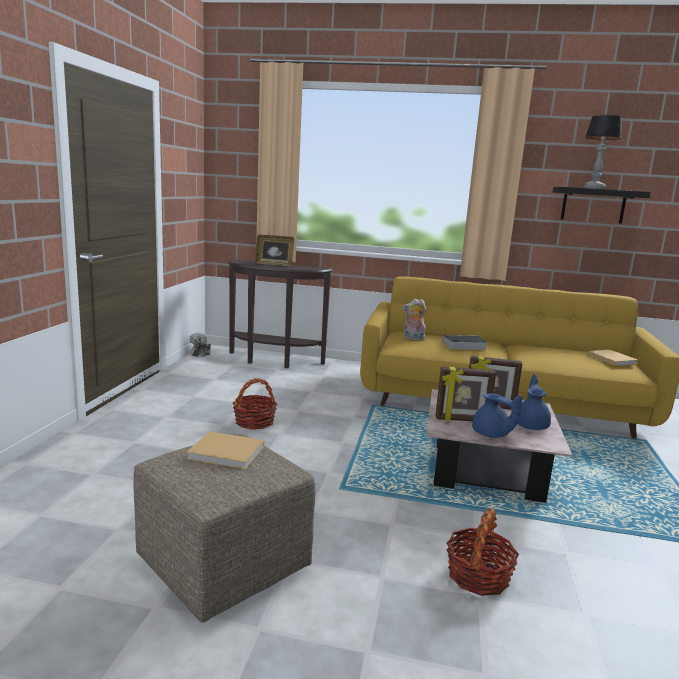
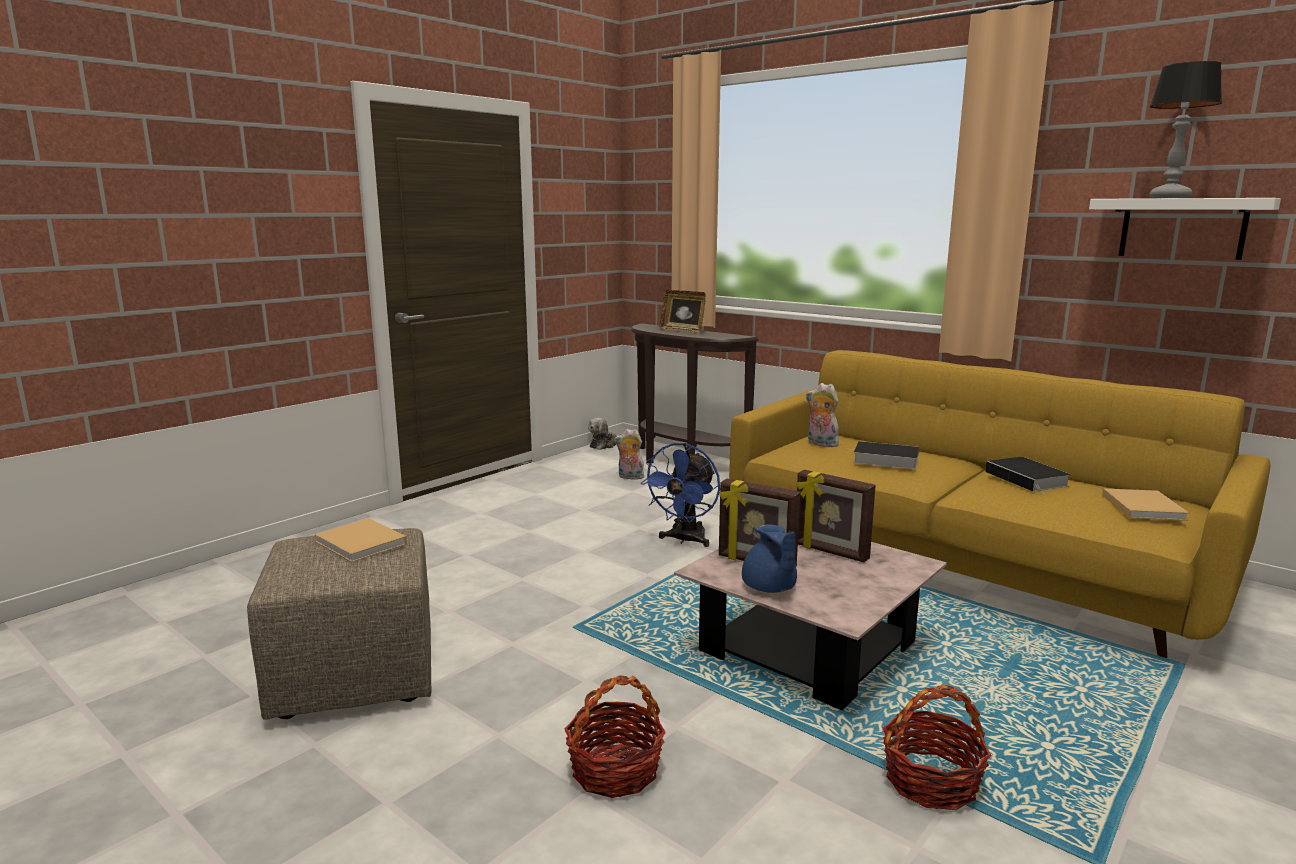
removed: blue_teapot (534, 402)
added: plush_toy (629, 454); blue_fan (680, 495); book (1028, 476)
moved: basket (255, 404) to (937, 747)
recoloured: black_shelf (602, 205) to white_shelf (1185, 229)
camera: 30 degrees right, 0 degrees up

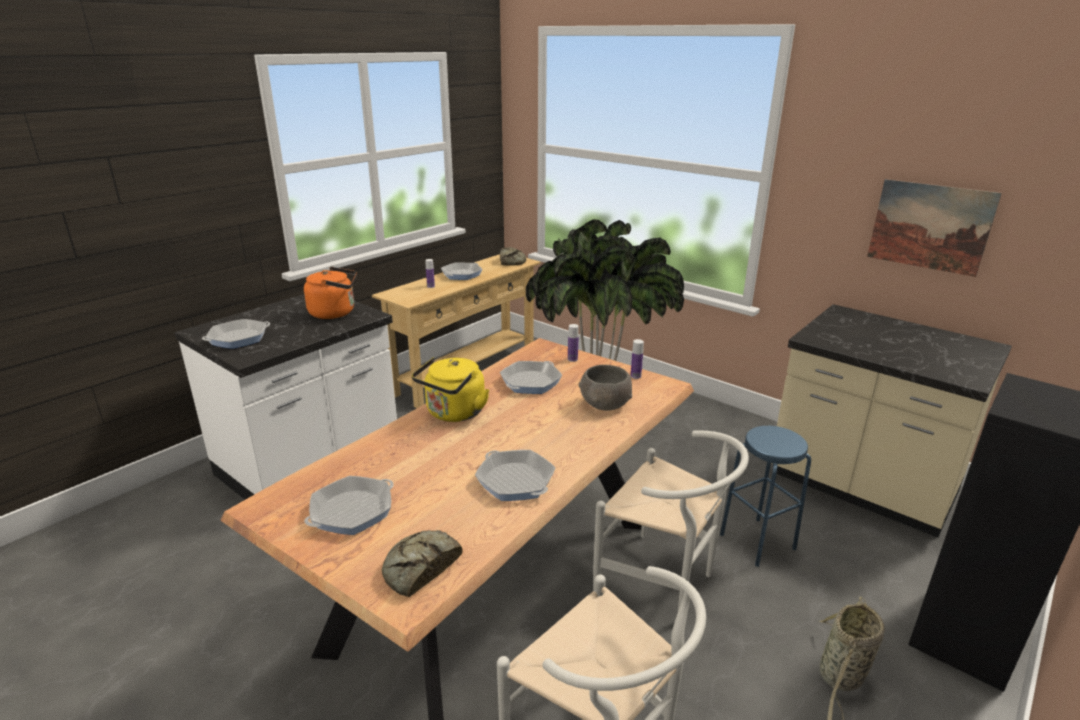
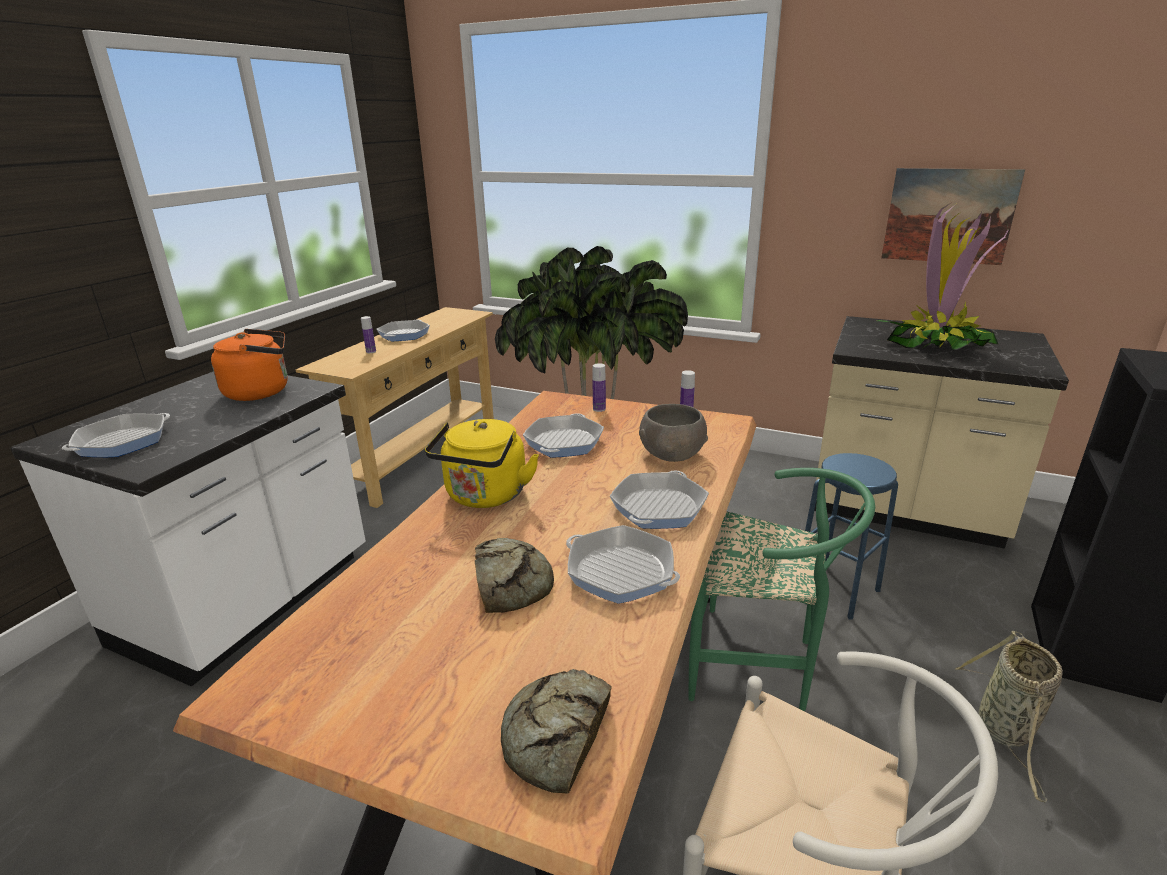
added: potted_plant (943, 276)
moved: frying_pan (348, 505) to (659, 500); bread (513, 256) to (514, 575)
recoloured: white_chair (671, 520) to green_chair (781, 589)
camera: 15 degrees left, 0 degrees up

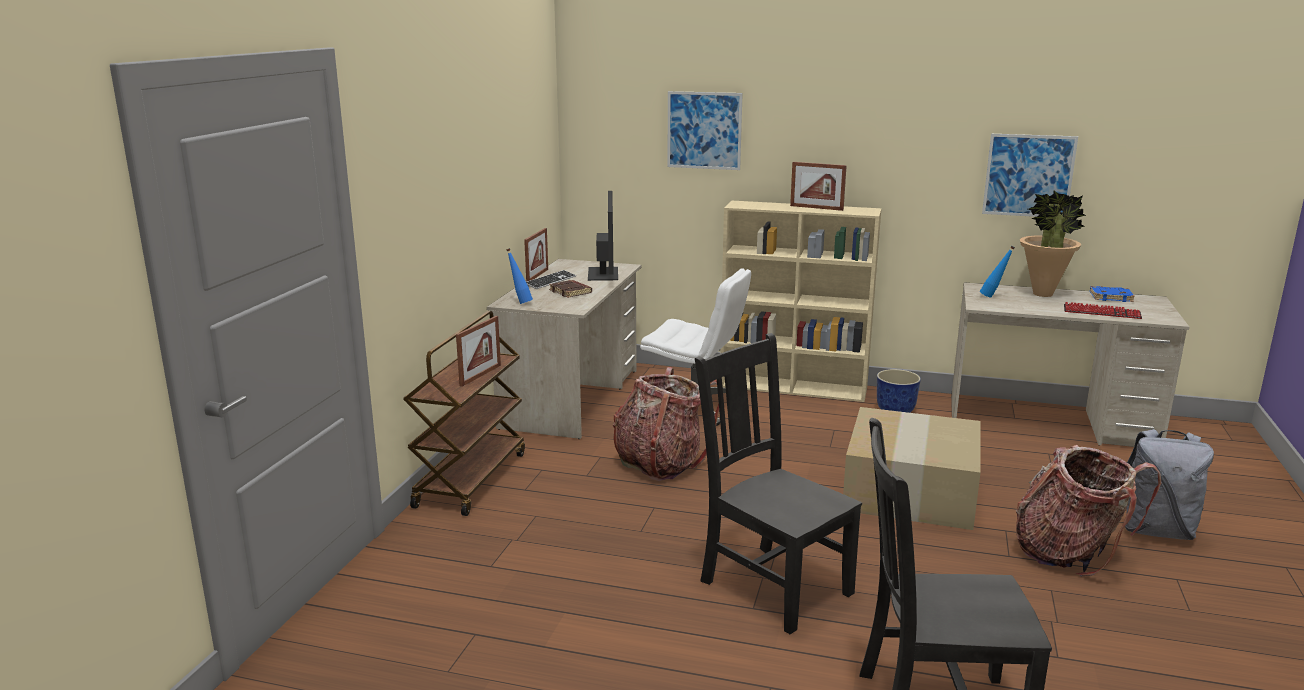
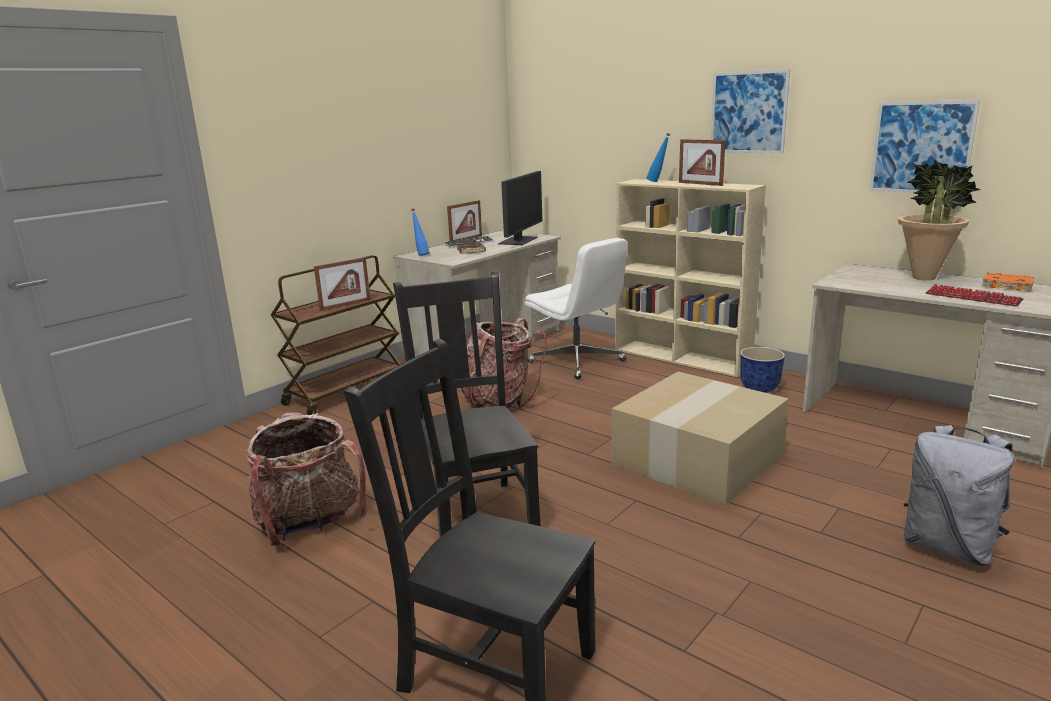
moved: picture (705, 130) to (750, 111); blue_bottle (997, 272) to (658, 157); backpack (1088, 510) to (307, 479)
recoloured: blue_book (1112, 294) to orange_book (1008, 282)
camera: 25 degrees right, 0 degrees up

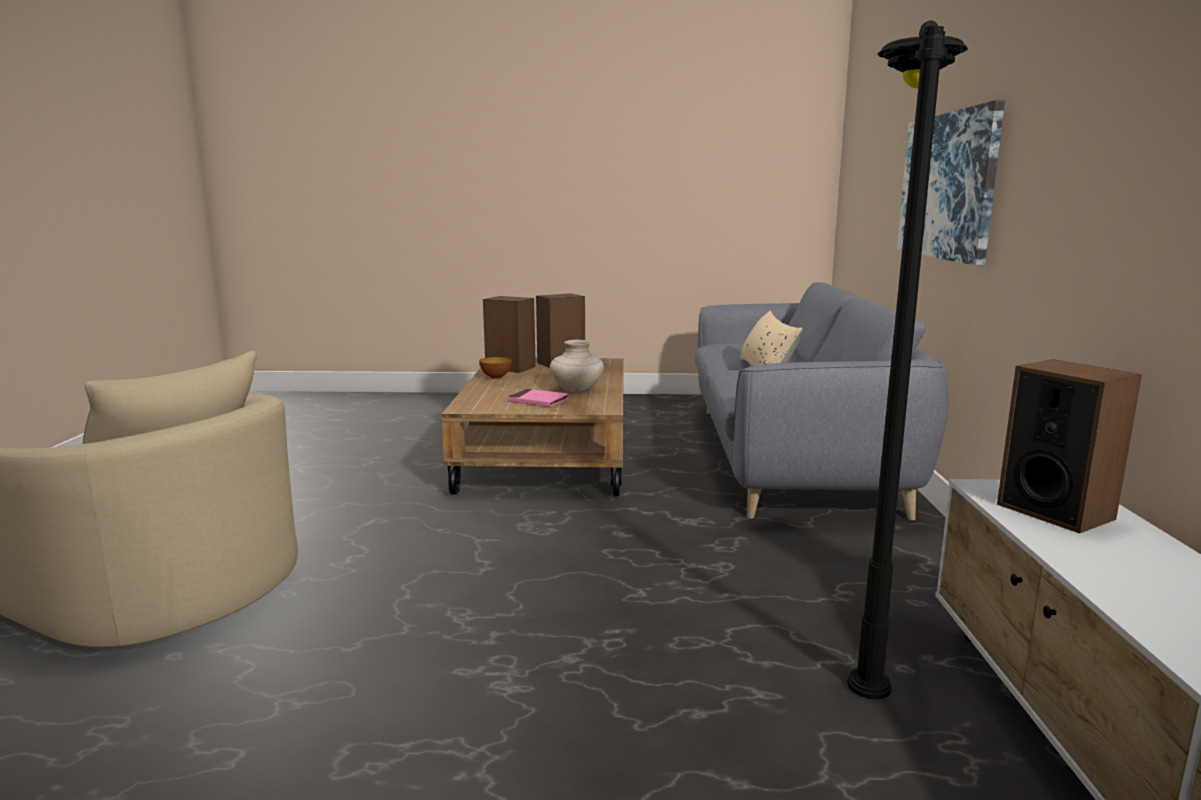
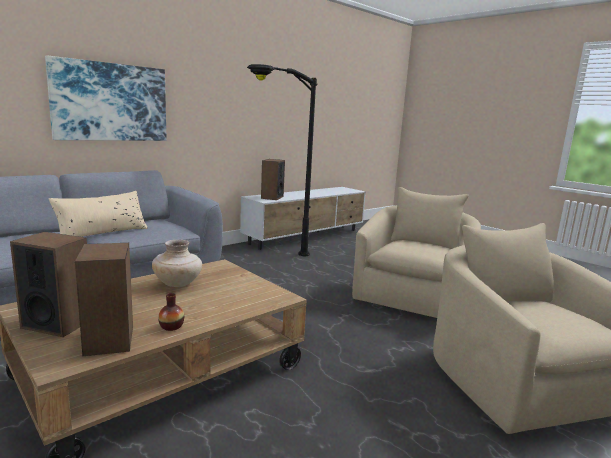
removed: pink_book (538, 398)
added: beige_armchair (416, 252)
replaced: bowl (495, 368) to vase (171, 312)
camera: 135 degrees left, 0 degrees up

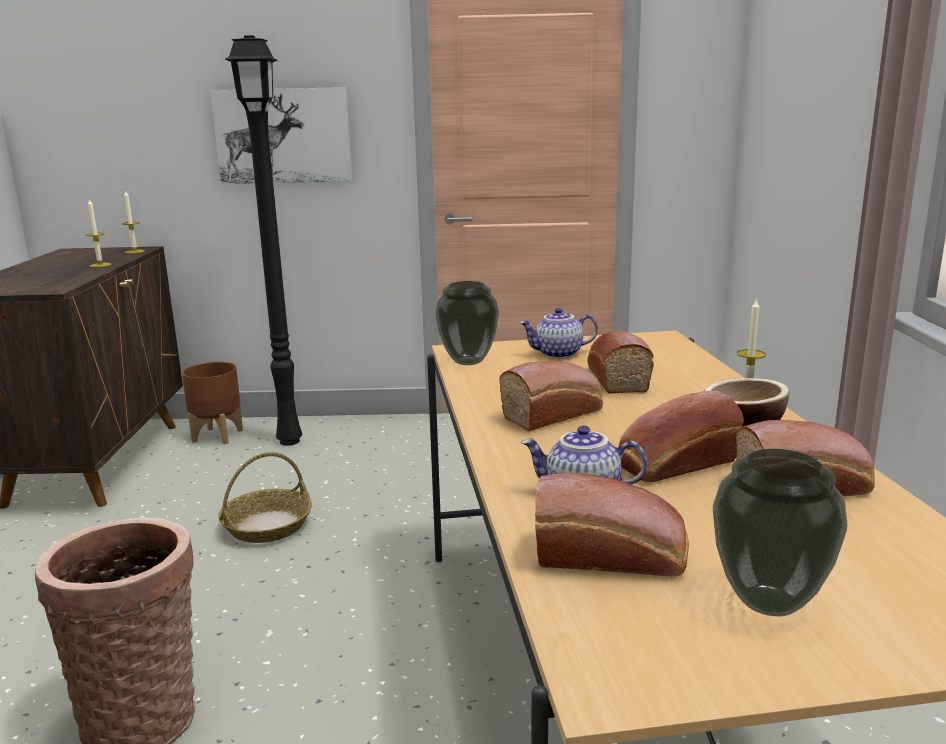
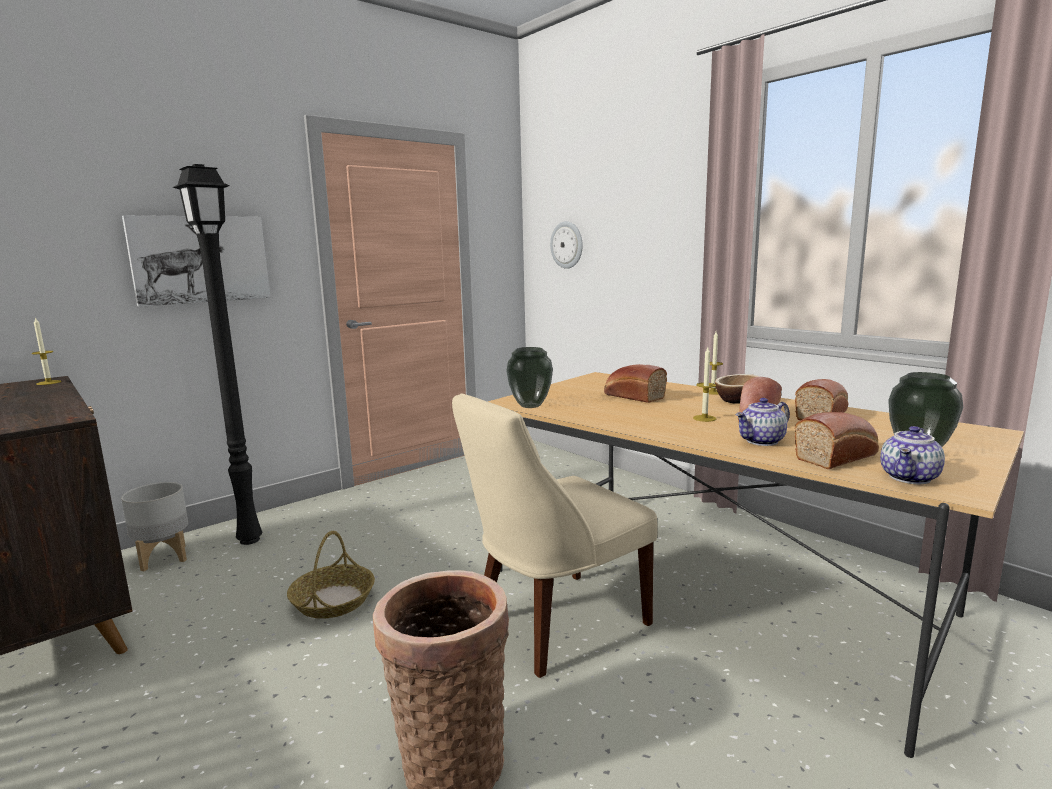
removed: bread (551, 396)
added: beige_chair (555, 535); wall_clock (566, 245)
moved: candle (98, 232) to (704, 384); teapot (559, 333) to (912, 455)
recoloured: brown_planter (212, 403) to grey_planter (154, 526)
camera: 40 degrees left, 5 degrees down

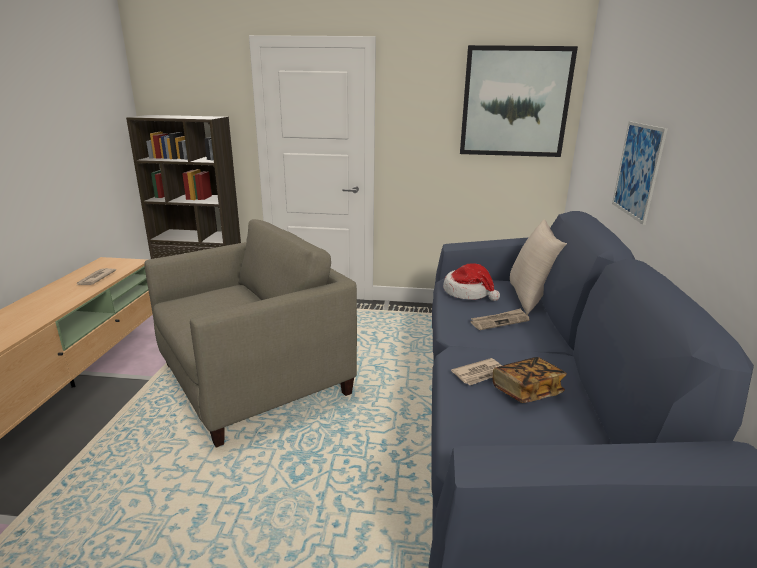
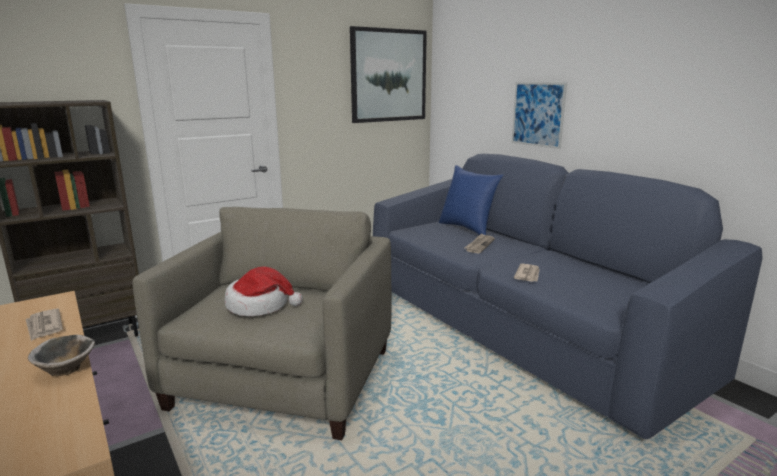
removed: book (530, 380)
added: bowl (61, 355)
moved: hat (471, 282) to (264, 291)
recoloured: beige_pillow (538, 267) to blue_pillow (471, 200)
camera: 40 degrees left, 5 degrees down

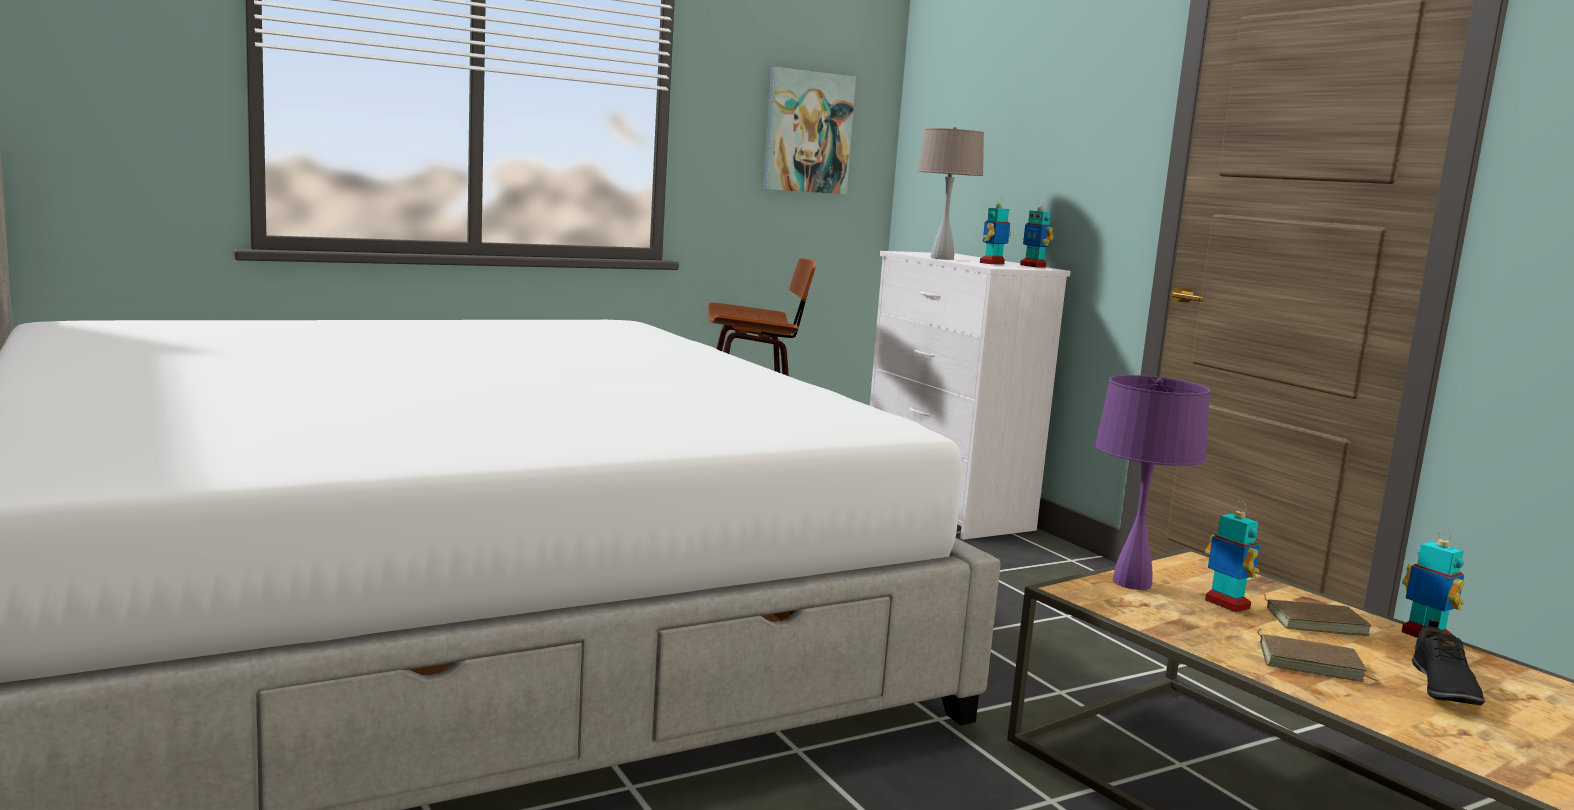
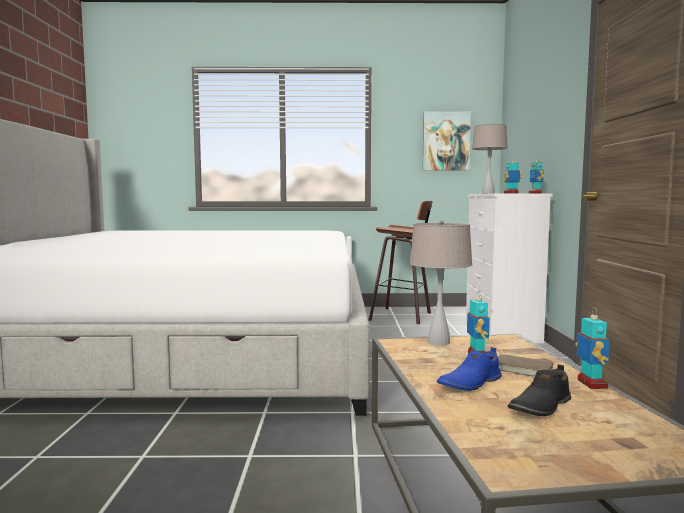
replaced: brown_book (1312, 655) to blue_shoe (469, 369)
recoloured: purple_table_lamp (1152, 482) to beige_table_lamp (440, 283)
camera: 30 degrees right, 5 degrees down

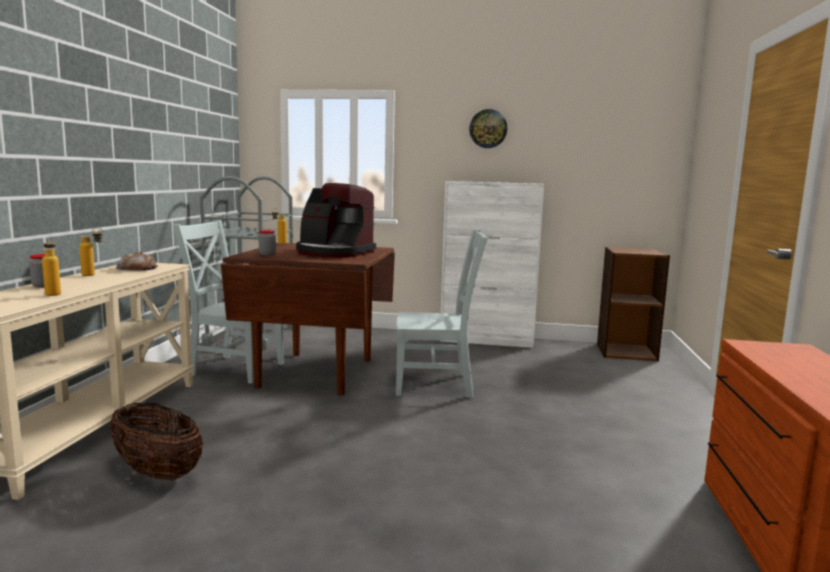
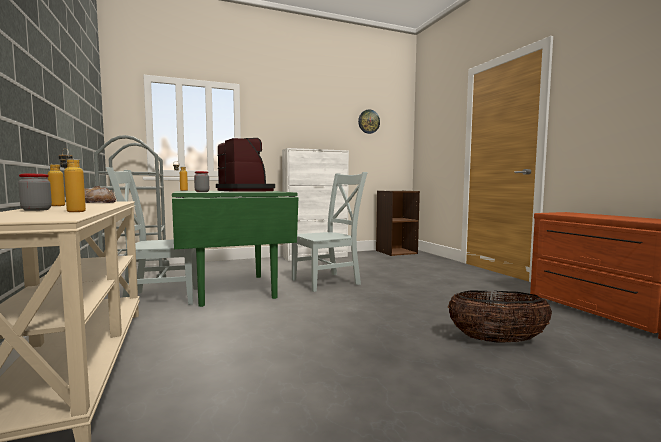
moved: basket (156, 442) to (500, 316); wall_clock (488, 128) to (369, 122)
recoloured: brown_dining_table (308, 319) to green_dining_table (235, 249)
turned: coffee_machine (336, 220) = (245, 165) 120 degrees counterclockwise
camera: 30 degrees left, 5 degrees down

